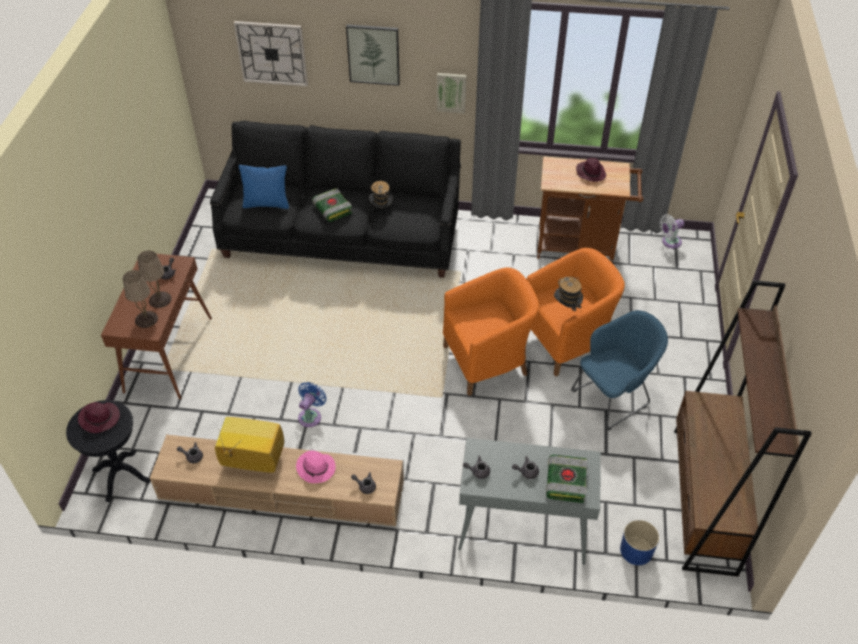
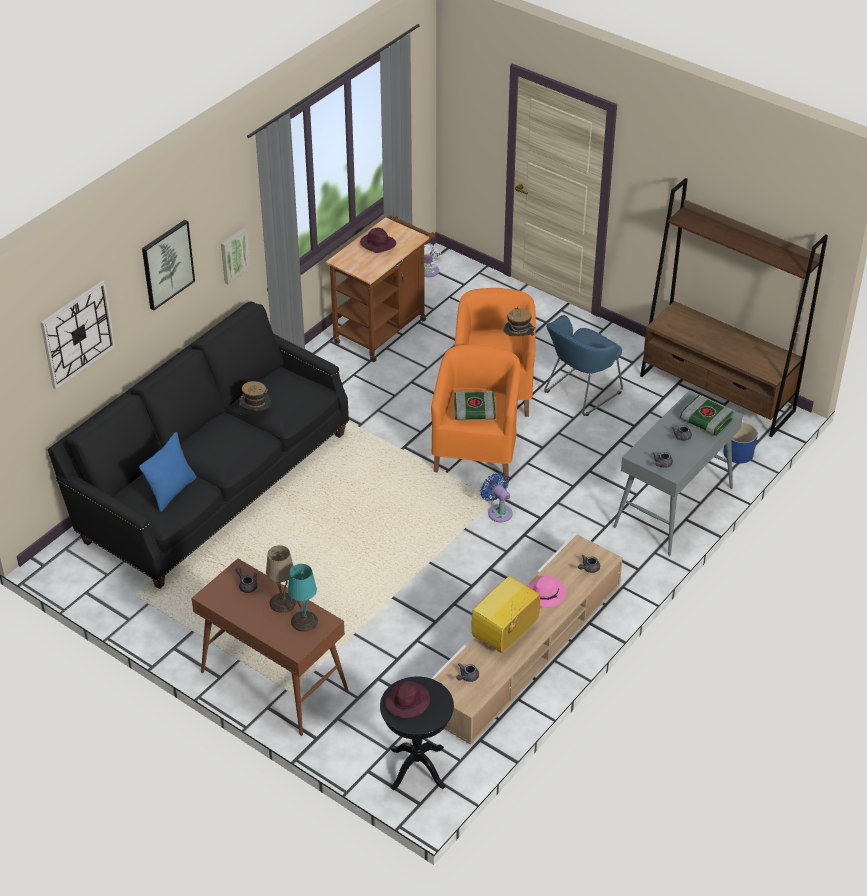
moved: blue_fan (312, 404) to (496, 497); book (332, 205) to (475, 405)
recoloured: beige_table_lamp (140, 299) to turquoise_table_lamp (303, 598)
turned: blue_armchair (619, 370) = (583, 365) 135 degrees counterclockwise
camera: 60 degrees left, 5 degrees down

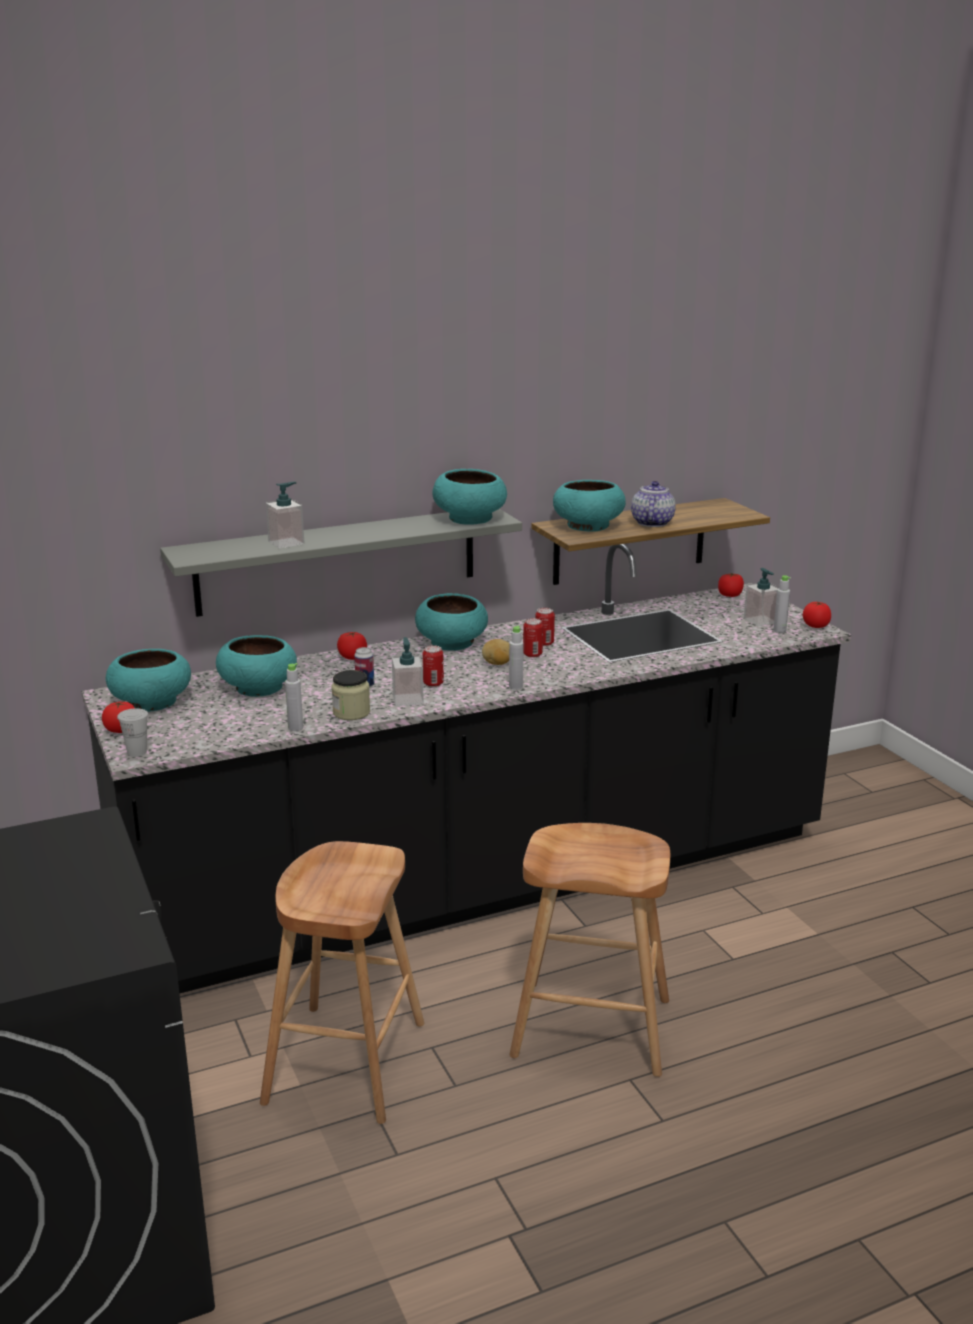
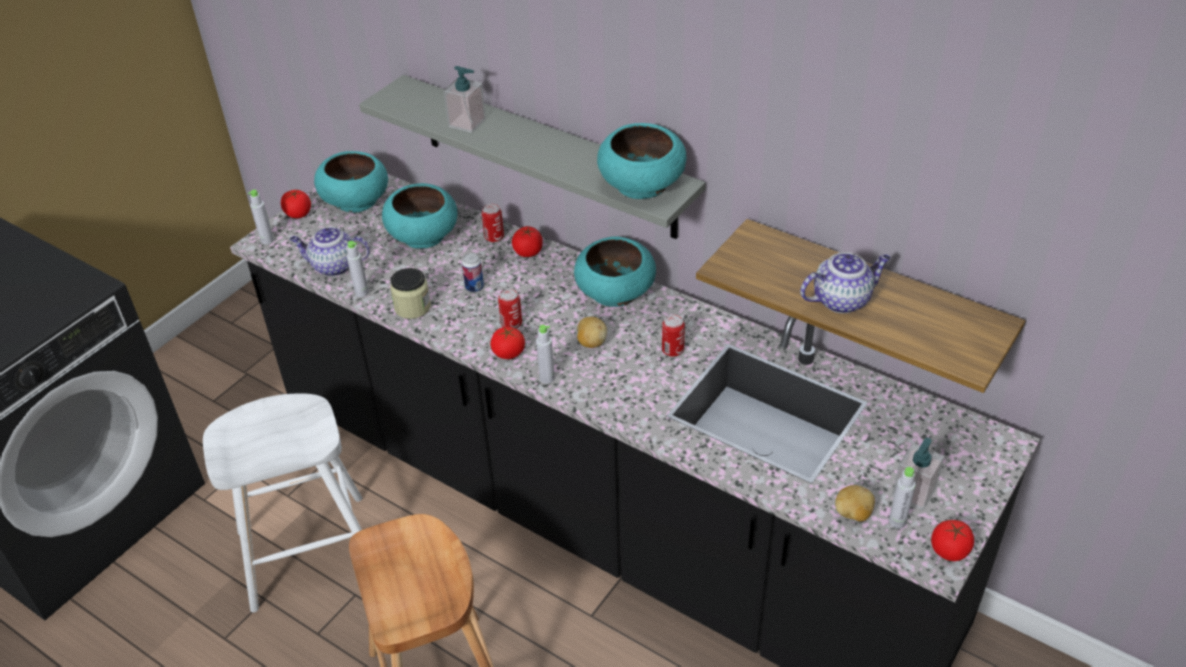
removed: soap_dispenser (408, 671); turquoise_bowl (589, 506)
added: teapot (330, 251); potato (855, 503)
moved: can (533, 638) to (493, 223); tomato (731, 585) to (507, 343)
replaced: white_cup (132, 732) to grey_bottle (261, 217)
recoloured: brown_stool (342, 982) to white_stool (283, 503)
camera: 60 degrees right, 20 degrees up

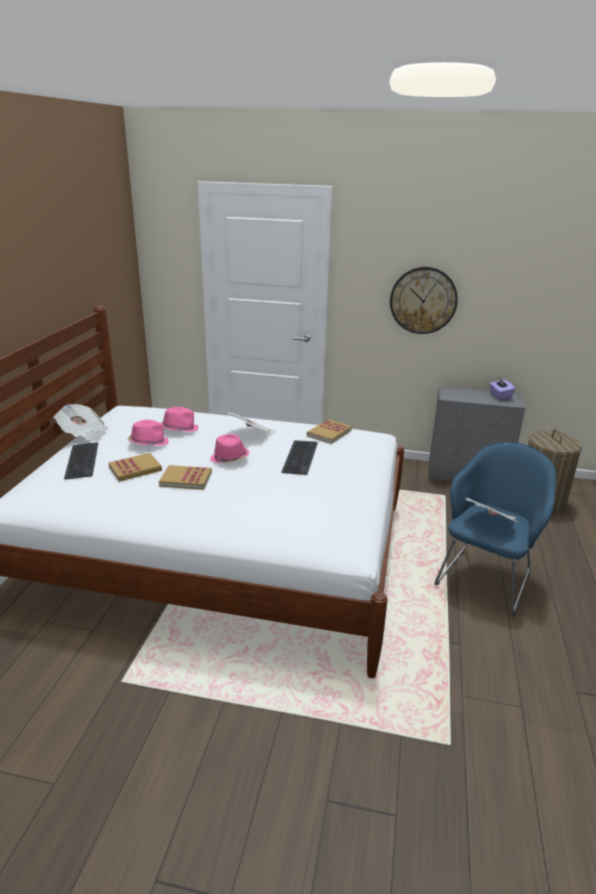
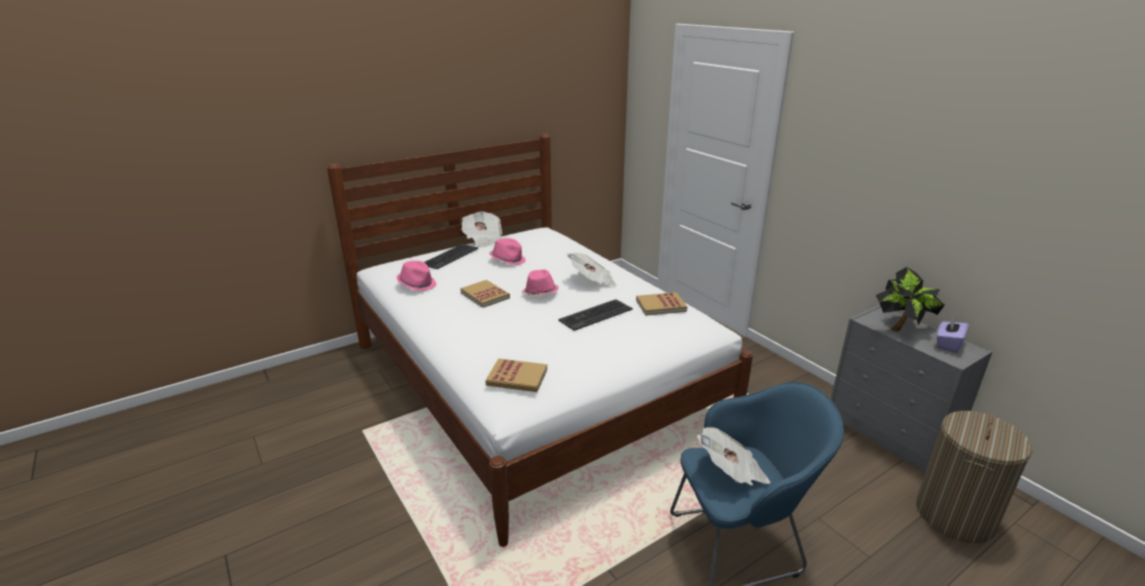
removed: wall_clock (424, 300)
added: potted_plant (909, 299)
moved: book (135, 467) to (516, 375); pink_hat (179, 419) to (416, 276)
camera: 45 degrees right, 0 degrees up

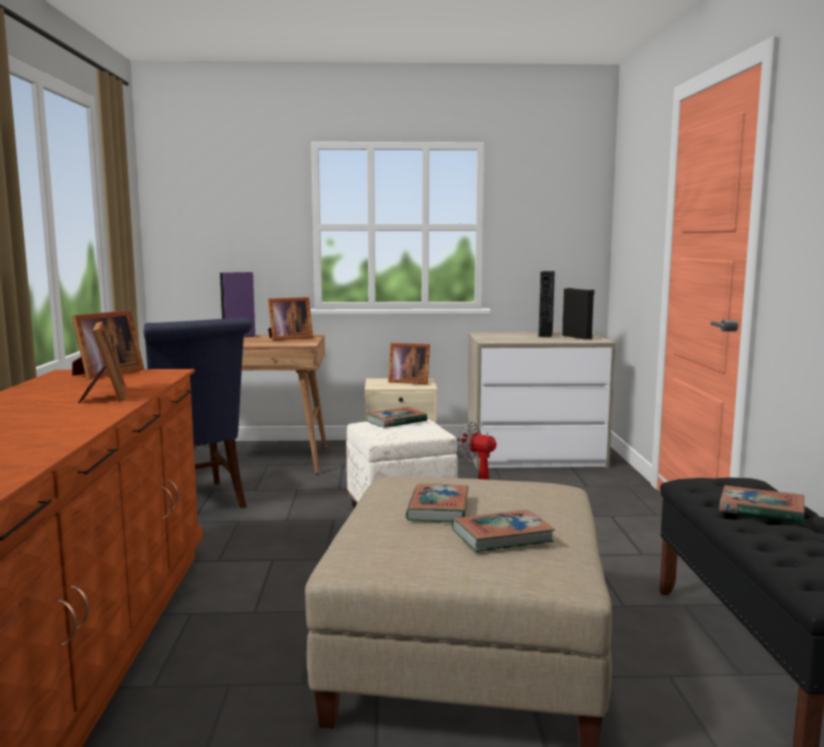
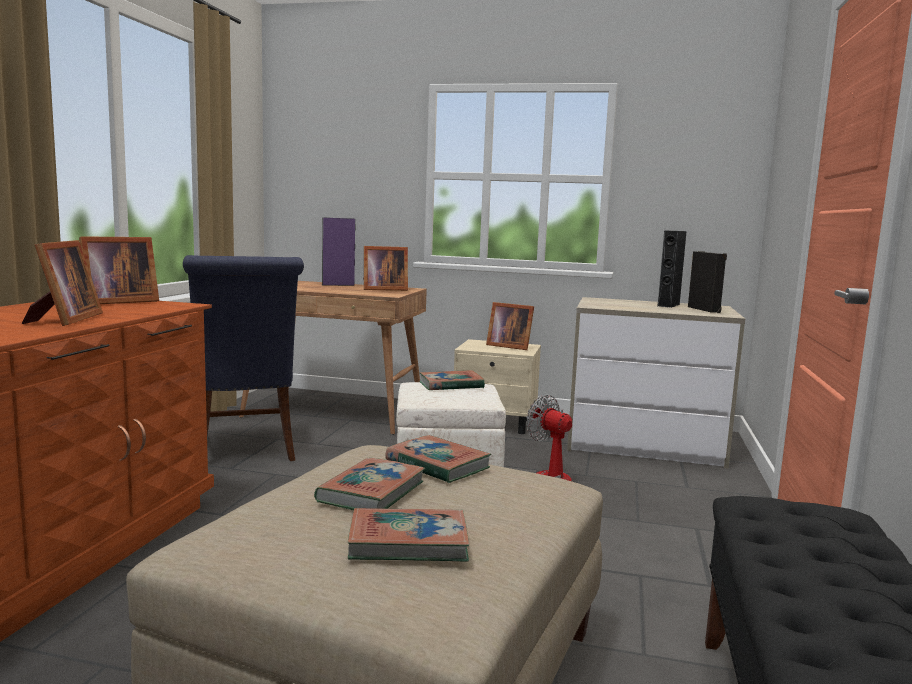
moved: book (762, 504) to (438, 459)
camera: 15 degrees right, 0 degrees up

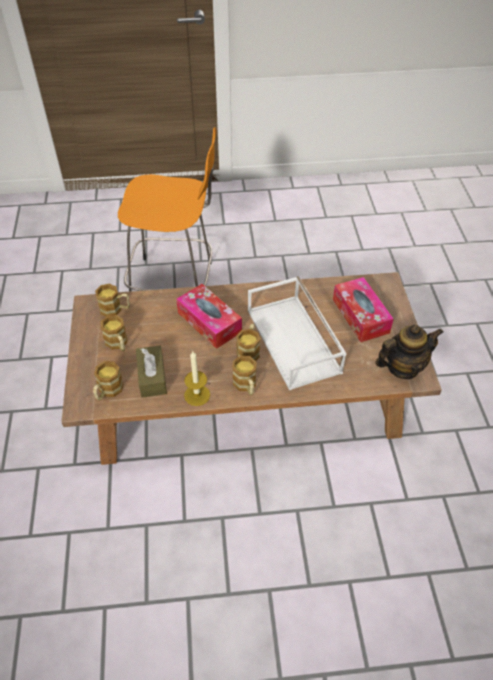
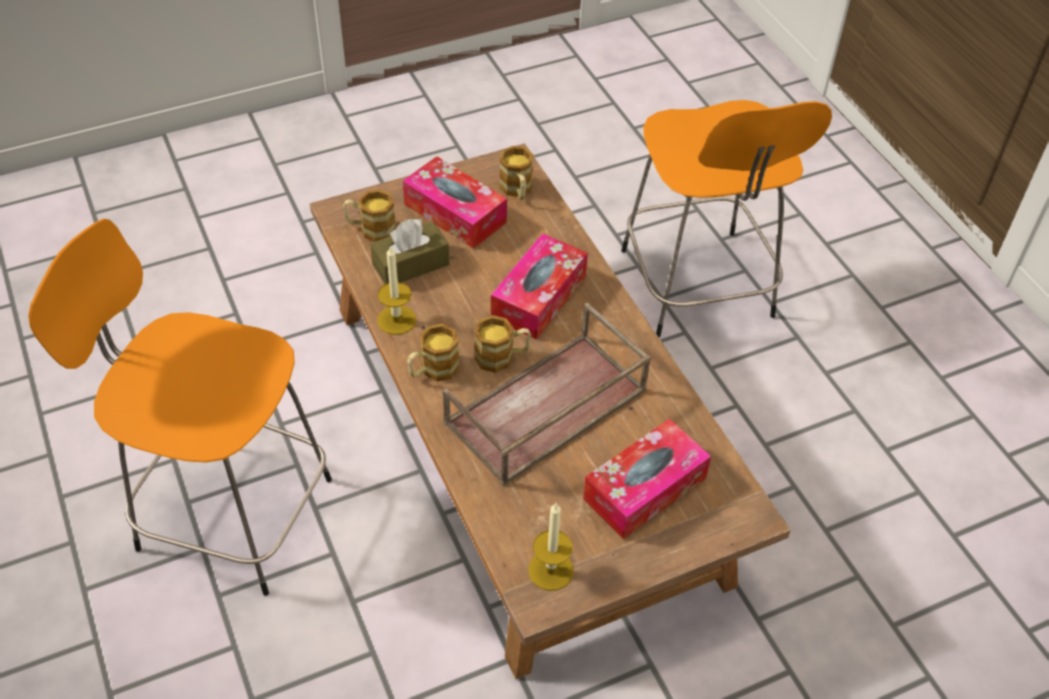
added: orange_stool (180, 407)
replaced: mug (114, 333) to tissue_box (455, 202); teapot (409, 351) to candle (551, 547)
recoloured: white_tray (297, 333) to brown_tray (547, 394)
camera: 70 degrees right, 0 degrees up

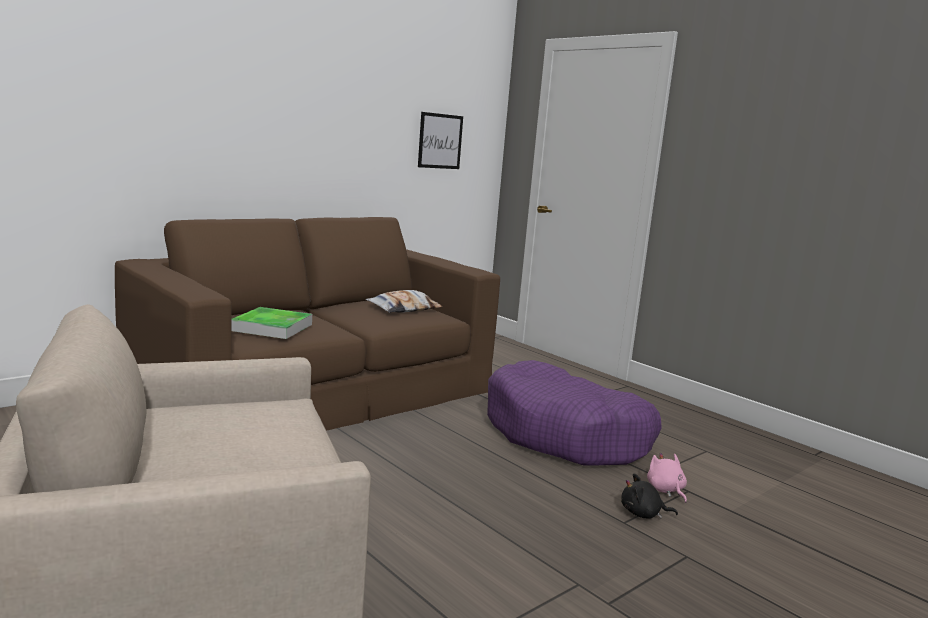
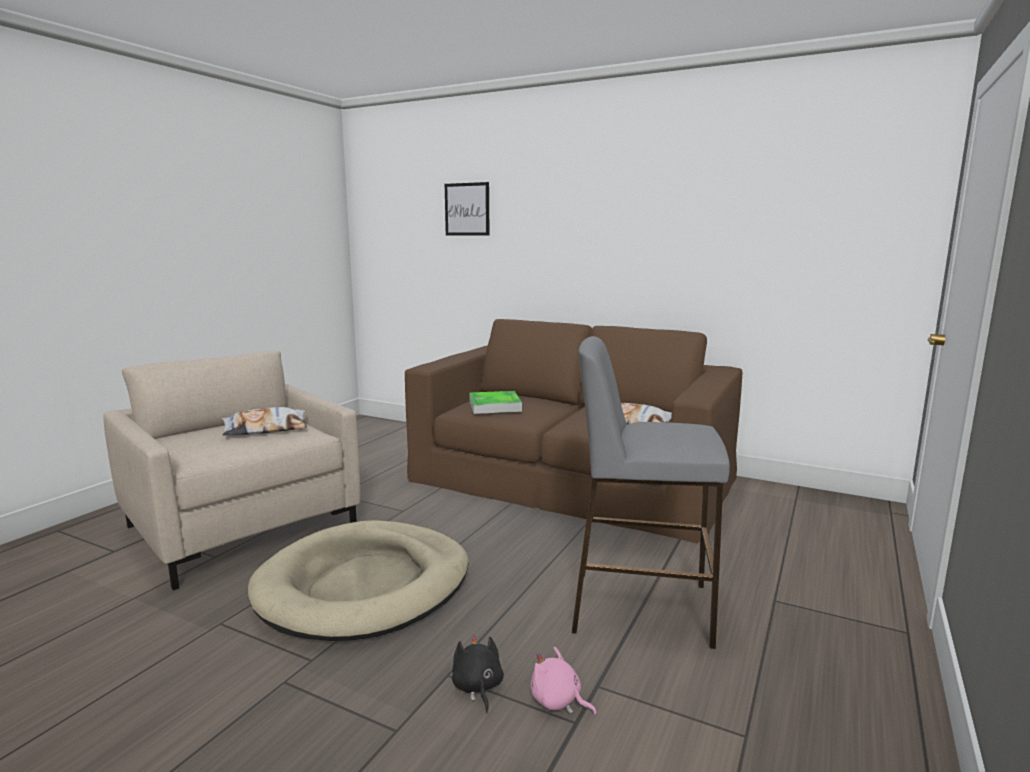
added: pillow (264, 421); beige_dog_bed (358, 580)
moved: picture (440, 140) to (467, 209)
replaced: purple_dog_bed (574, 413) to grey_stool (651, 492)
turned: pink_plush_toy (667, 478) = (564, 681) 105 degrees counterclockwise
camera: 70 degrees right, 0 degrees up

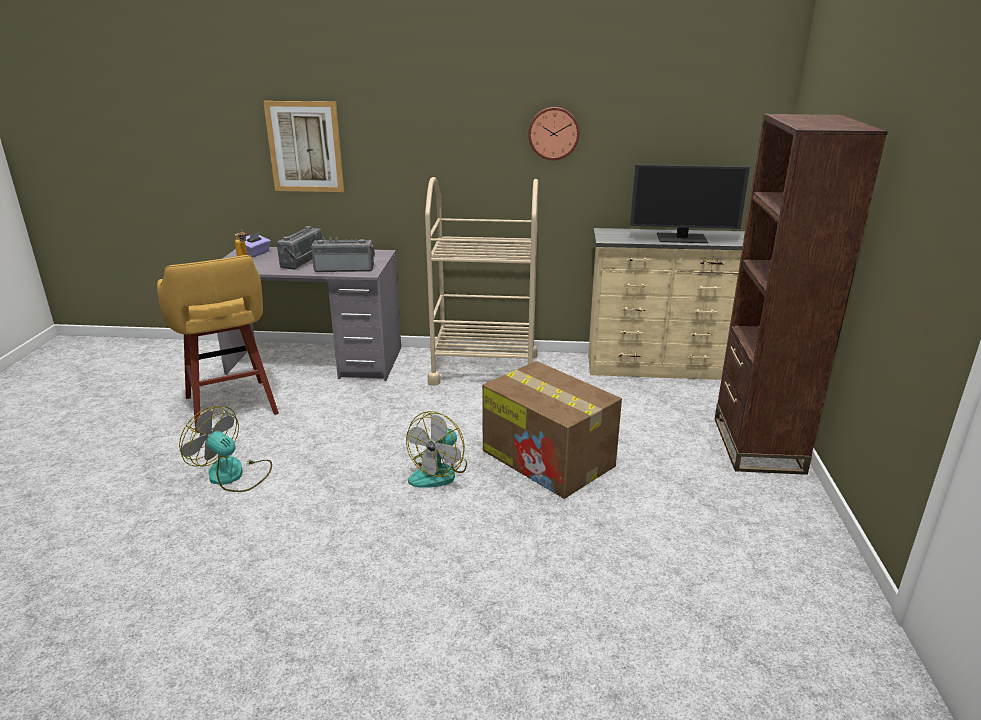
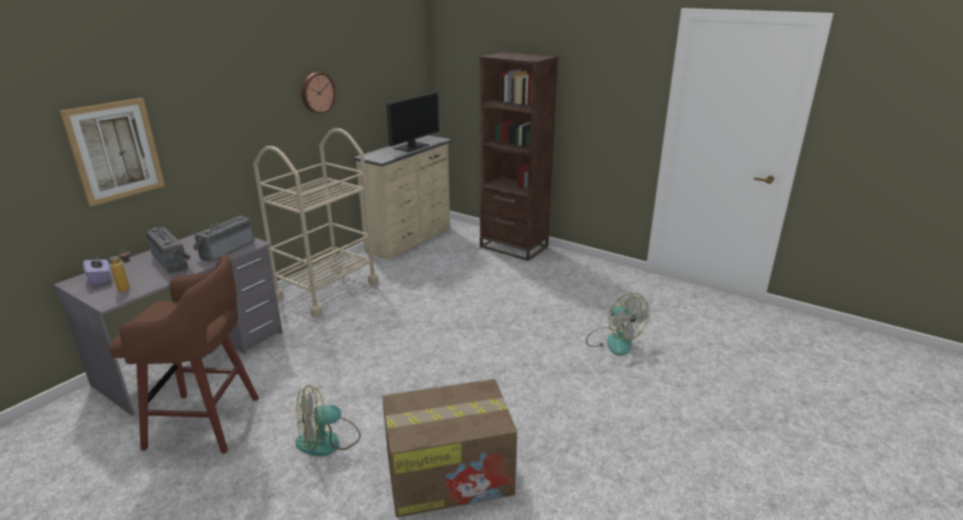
moved: fan (436, 449) to (618, 324); cardboard_box (552, 430) to (449, 448)
recoloured: yellow_stool (218, 343) to brown_stool (184, 354)
camera: 60 degrees left, 0 degrees up

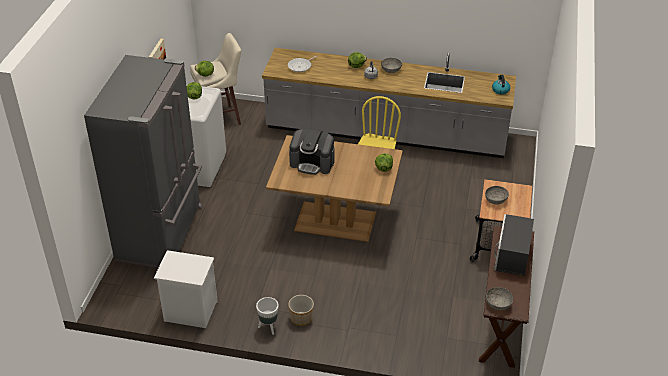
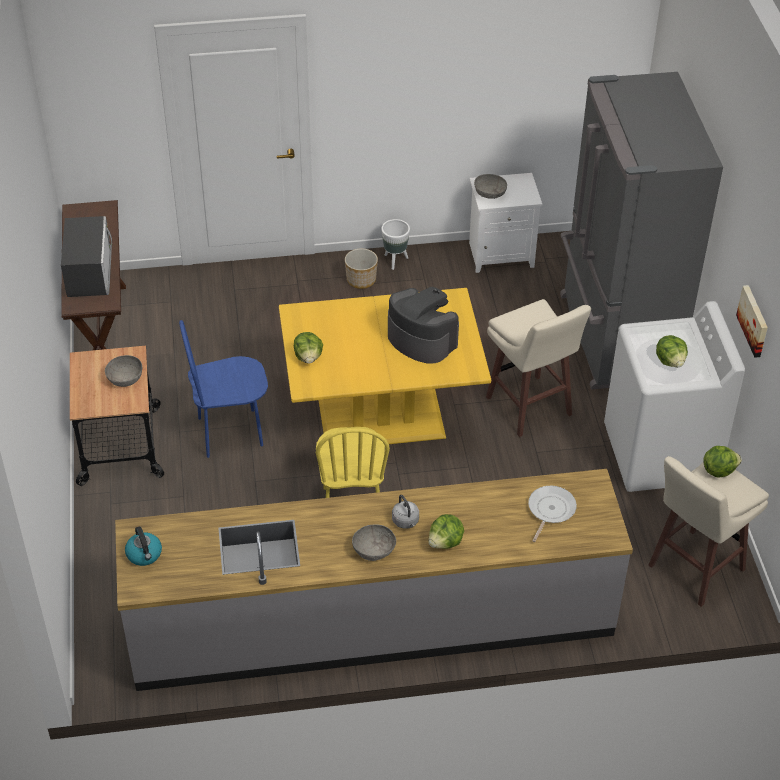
added: blue_chair (223, 389); beige_stool (538, 368)
moved: grey_bowl (499, 298) to (490, 186)
recoloured: brown_dining_table (334, 188) to yellow_dining_table (385, 366)
turned: coffee_machine (311, 151) = (423, 325) 45 degrees clockwise
camera: 160 degrees right, 5 degrees up

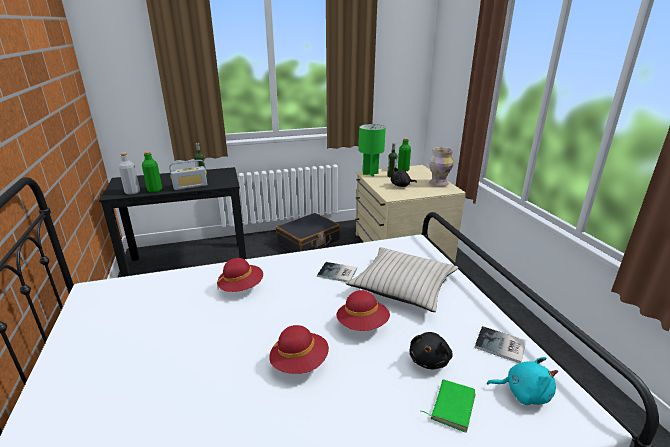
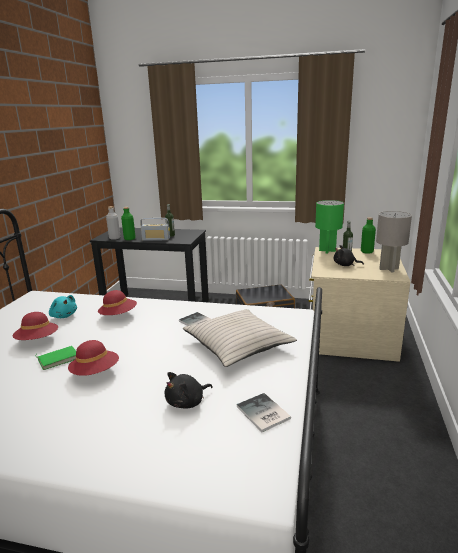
moved: red_hat (363, 310) to (35, 326); green_book (448, 406) to (56, 358); turquoise_plush_toy (522, 381) to (63, 306)
replaced: vase (441, 167) to grey_table_lamp (394, 241)
camera: 30 degrees right, 5 degrees down

